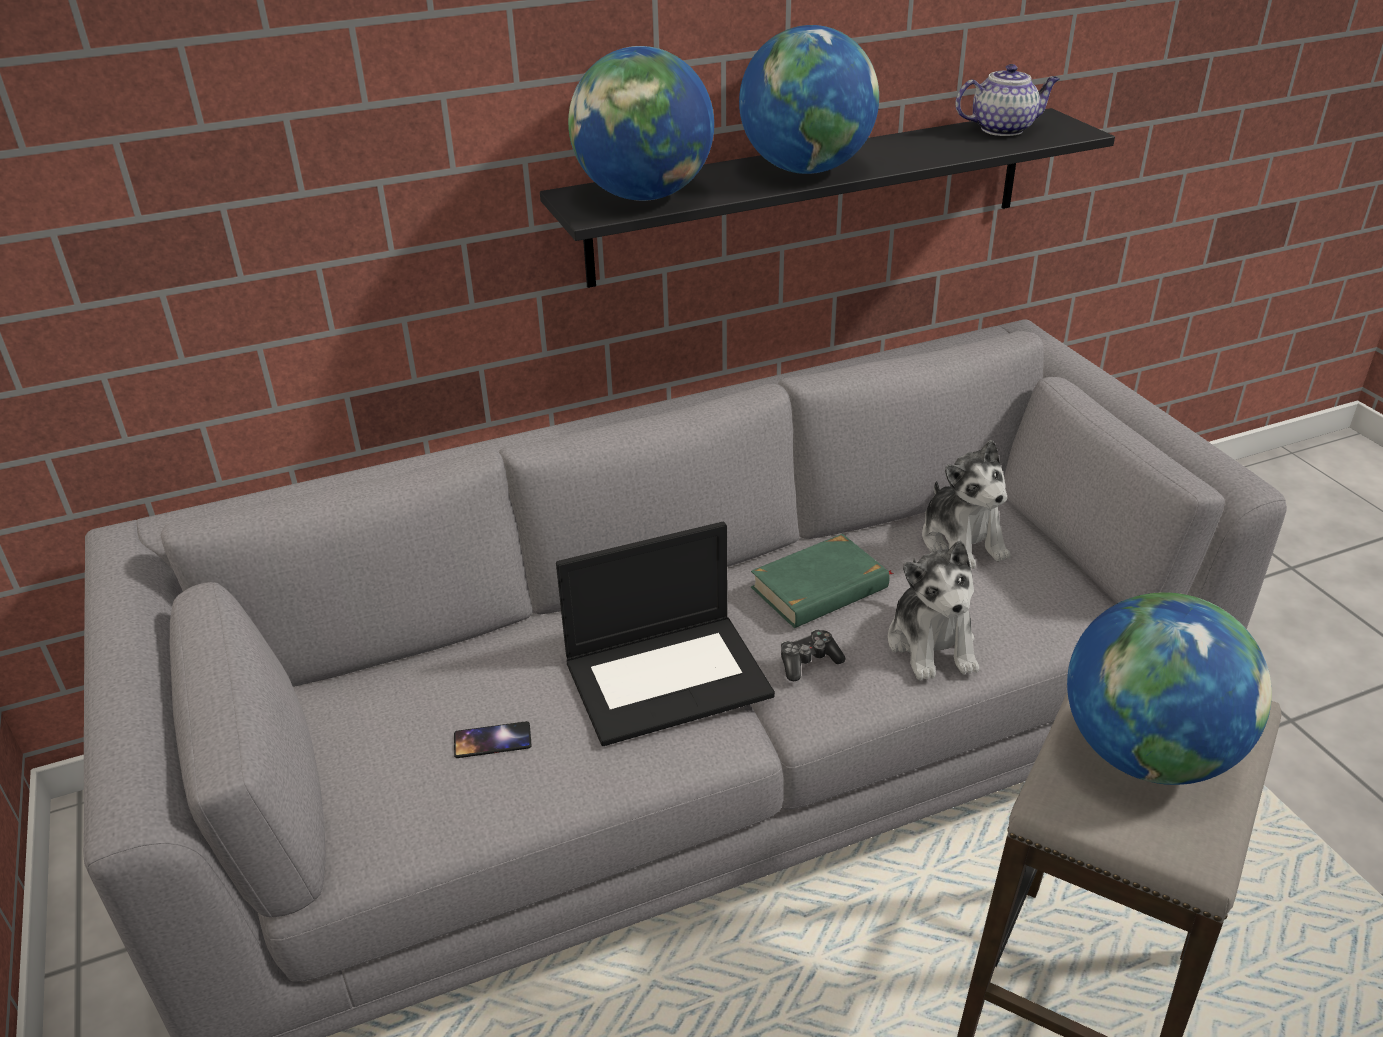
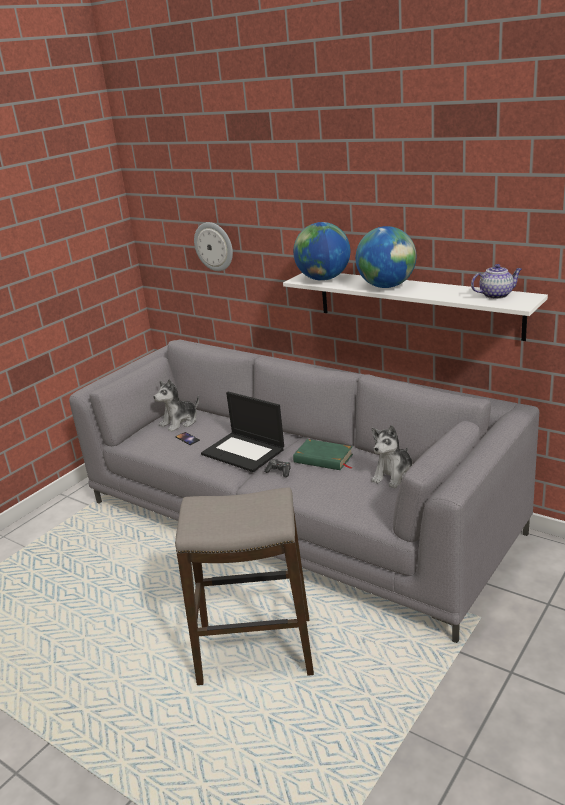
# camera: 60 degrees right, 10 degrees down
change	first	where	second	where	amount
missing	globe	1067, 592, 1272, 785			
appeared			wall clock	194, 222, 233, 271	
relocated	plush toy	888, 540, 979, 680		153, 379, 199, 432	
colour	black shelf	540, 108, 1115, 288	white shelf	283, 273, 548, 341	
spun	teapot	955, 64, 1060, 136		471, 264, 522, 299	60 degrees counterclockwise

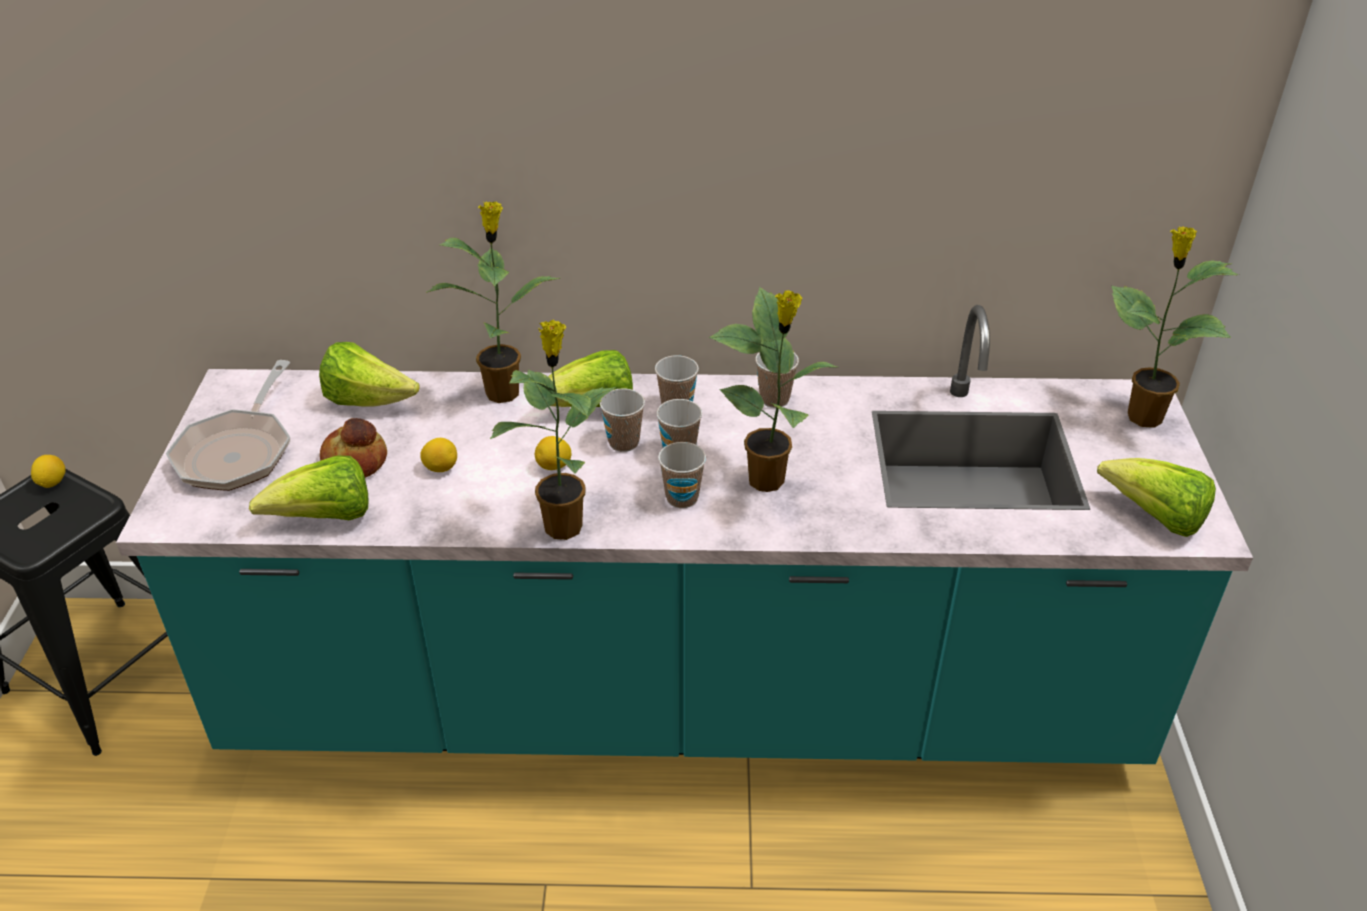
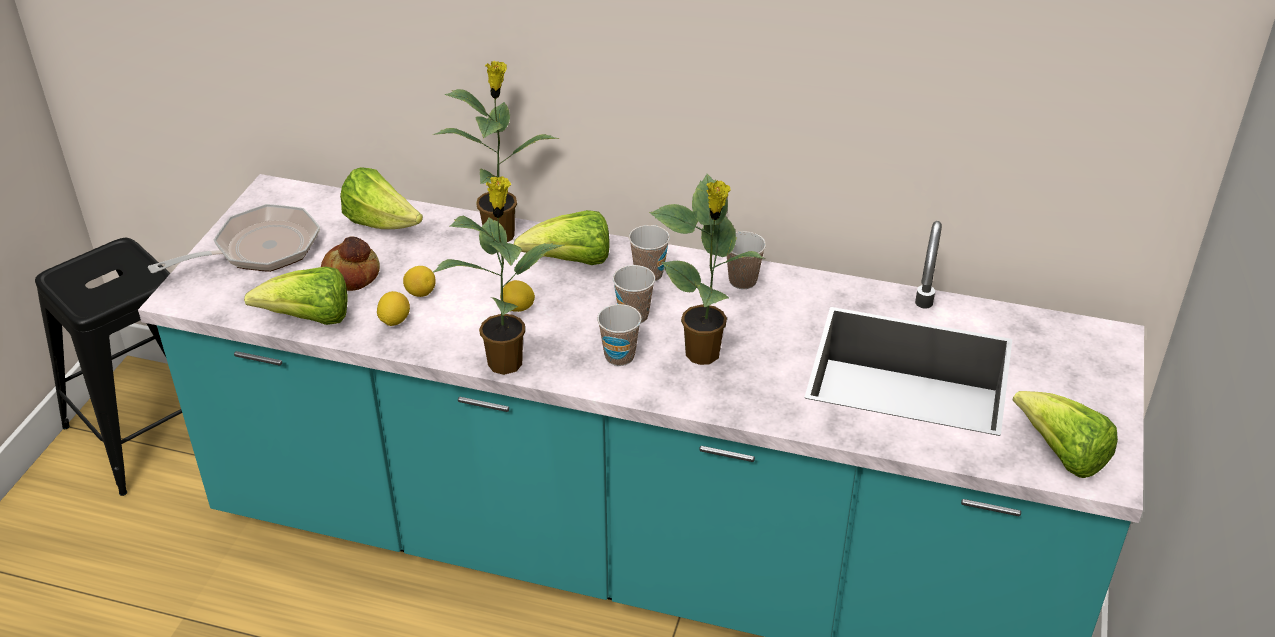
# camera: 15 degrees right, 0 degrees up
change	first	where	second	where	amount
missing	cup	600, 388, 645, 452			
missing	potted plant	1111, 227, 1239, 428			
relocated	lemon	31, 455, 65, 488		377, 291, 410, 326	
spun	frying pan	166, 360, 290, 491		148, 204, 320, 273	150 degrees counterclockwise

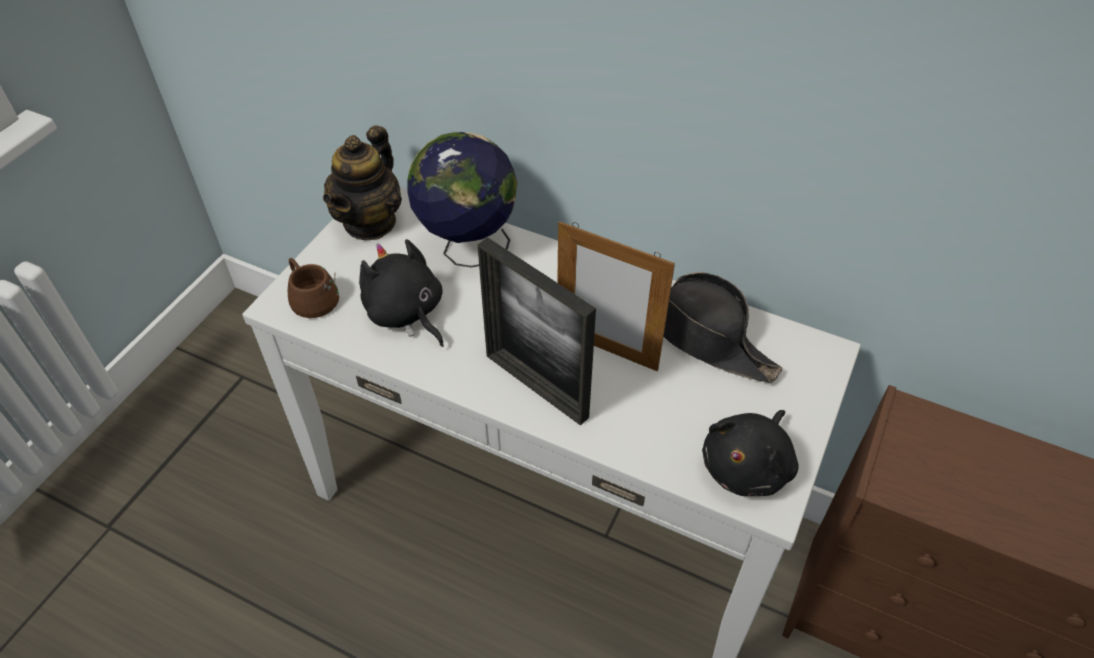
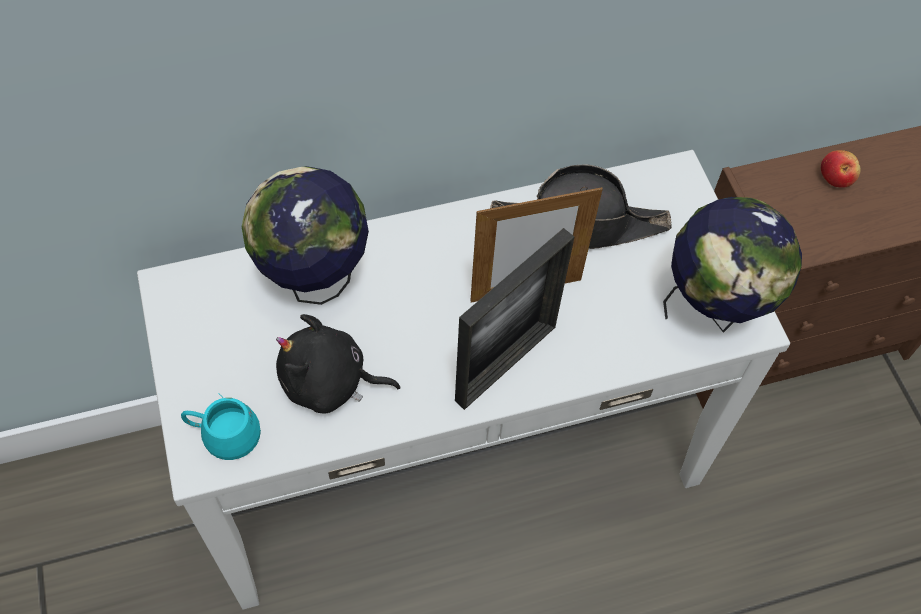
# camera: 45 degrees left, 10 degrees up
change	first	where	second	where	amount
missing	teapot	323, 125, 402, 240			
appeared			apple	821, 150, 861, 188	
exchanged	black plush toy	702, 410, 799, 496	globe	663, 197, 802, 333	
colour	brown mug	288, 258, 339, 318	turquoise mug	181, 393, 261, 460	
spun	picture frame	478, 237, 596, 426		455, 228, 574, 410	45 degrees counterclockwise

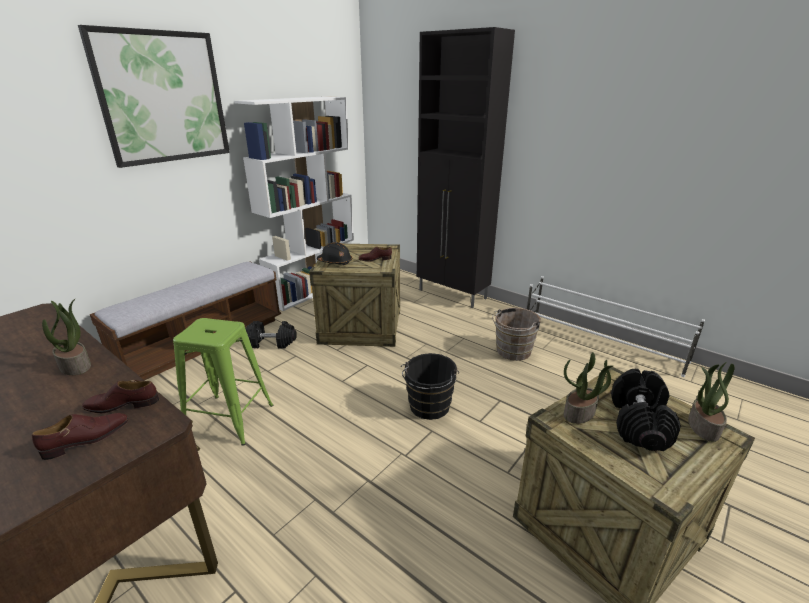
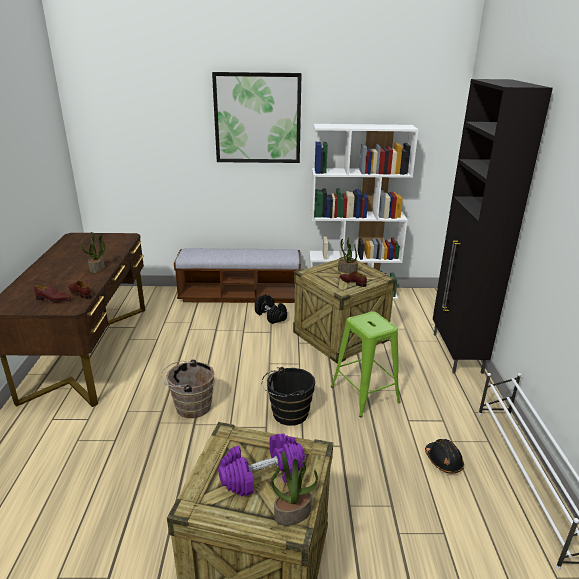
# camera: 50 degrees right, 0 degrees up
change	first	where	second	where	amount
relocated	green stool	173, 318, 273, 446		331, 311, 401, 417	
relocated	black hard hat	317, 242, 352, 265		425, 439, 464, 474	
relocated	brown bucket	492, 308, 541, 361		161, 359, 215, 418	
relocated	potted plant	564, 352, 613, 424		338, 237, 358, 273	
colour	black dumbbell	611, 369, 681, 451	purple dumbbell	218, 433, 305, 497	

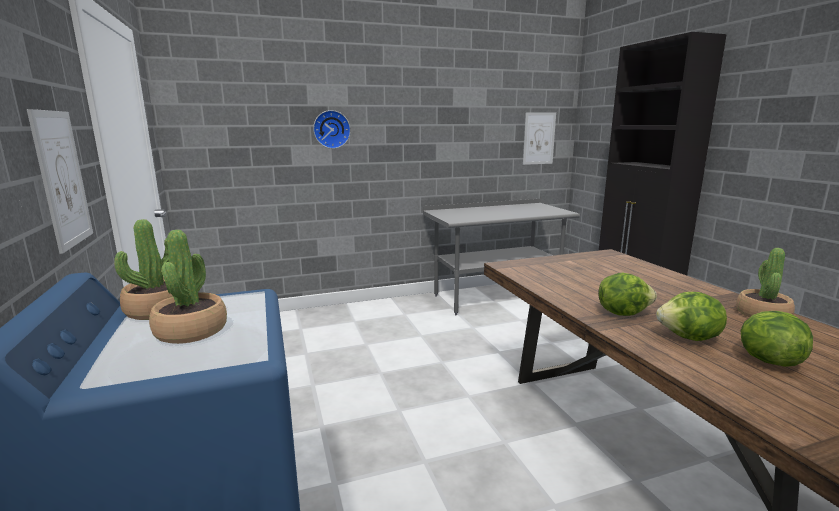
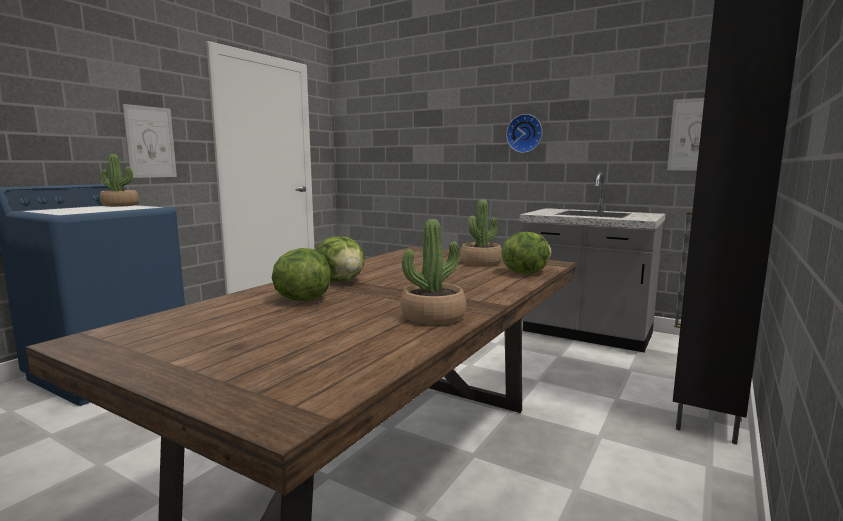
# camera: 50 degrees right, 5 degrees down
change	first	where	second	where	amount
relocated	potted plant	149, 230, 227, 344		460, 199, 502, 266	
relocated	wall clock	313, 110, 351, 149		506, 114, 543, 153	
relocated	lettuce	741, 311, 813, 367		501, 232, 551, 274	
exchanged	grey desk	423, 199, 580, 315	grey counter	520, 172, 666, 352	

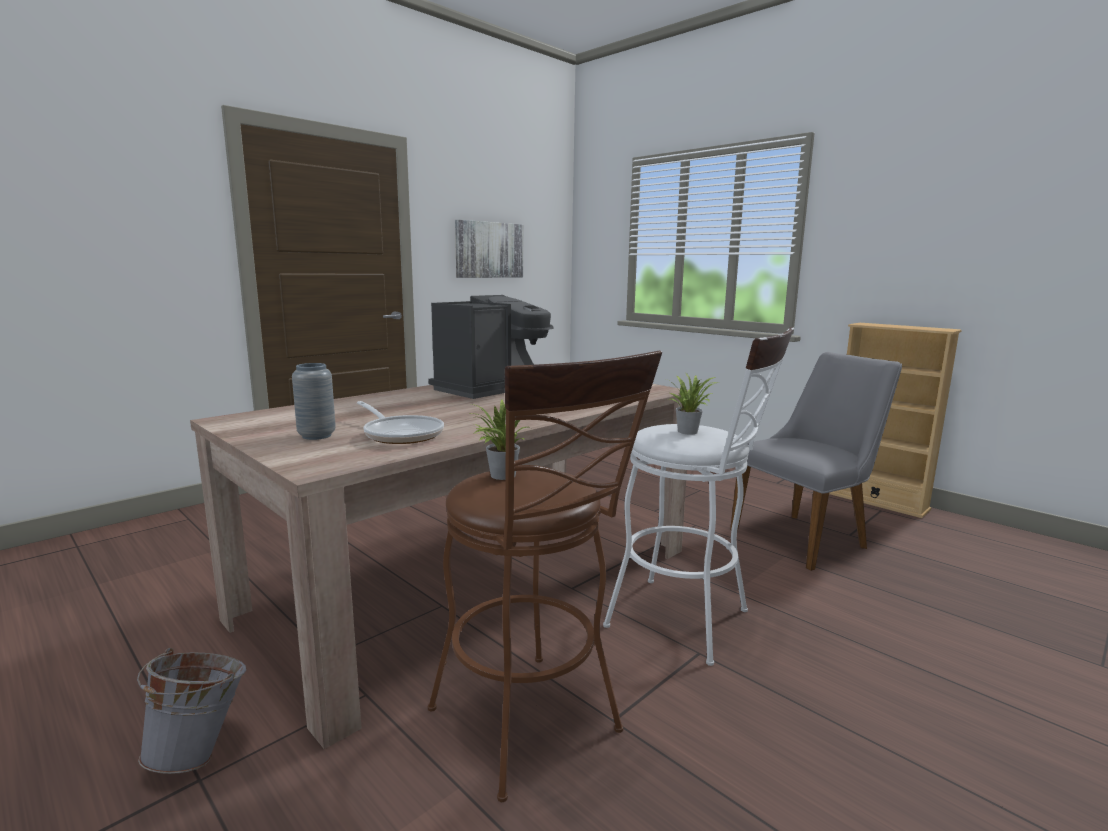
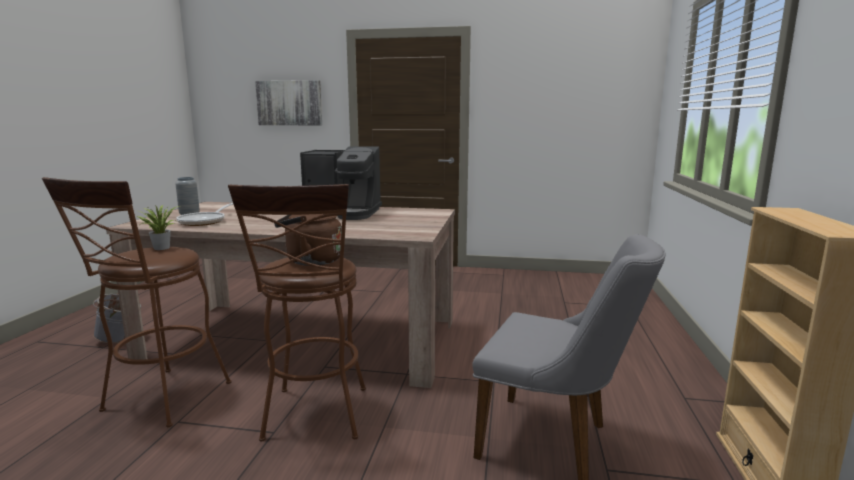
# camera: 55 degrees right, 0 degrees up
change	first	where	second	where	amount
relocated	picture	455, 220, 523, 278		255, 80, 322, 125	
exchanged	potted plant	666, 374, 719, 435	brown kettle	274, 213, 342, 266	
colour	white stool	603, 327, 794, 666	brown stool	228, 184, 366, 442	

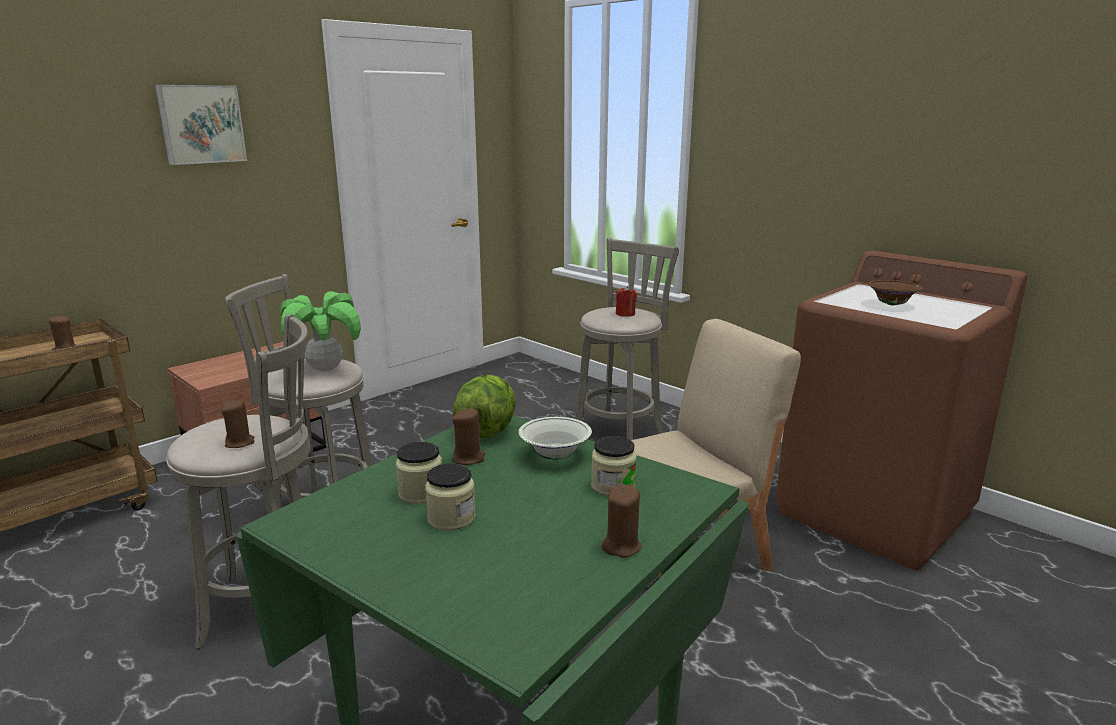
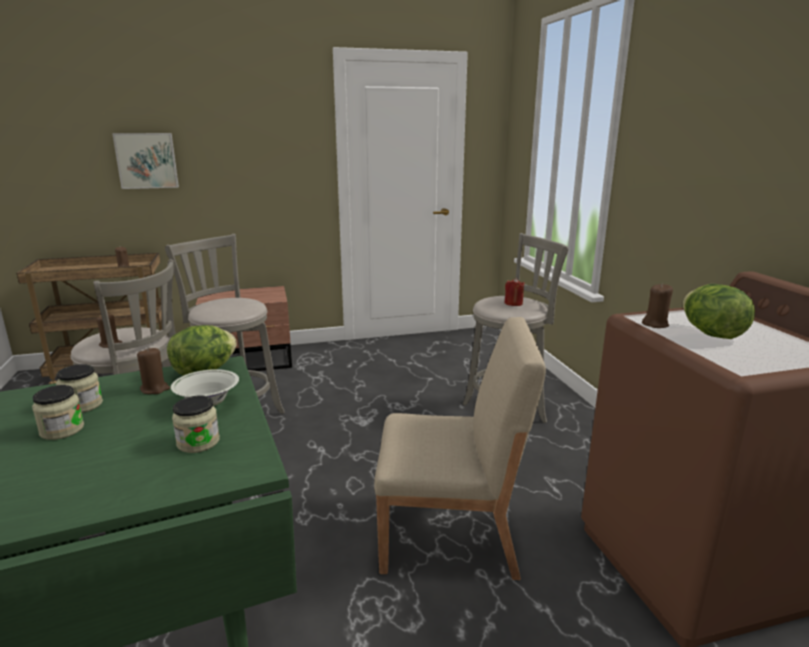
# camera: 30 degrees right, 0 degrees up
change	first	where	second	where	amount
missing	potted plant	280, 291, 361, 371			
relocated	picture	155, 85, 247, 165		112, 133, 179, 189	
relocated	brown candle	601, 484, 642, 558		642, 283, 673, 328	
exchanged	brown bowl	867, 280, 923, 306	lettuce	683, 284, 755, 339	

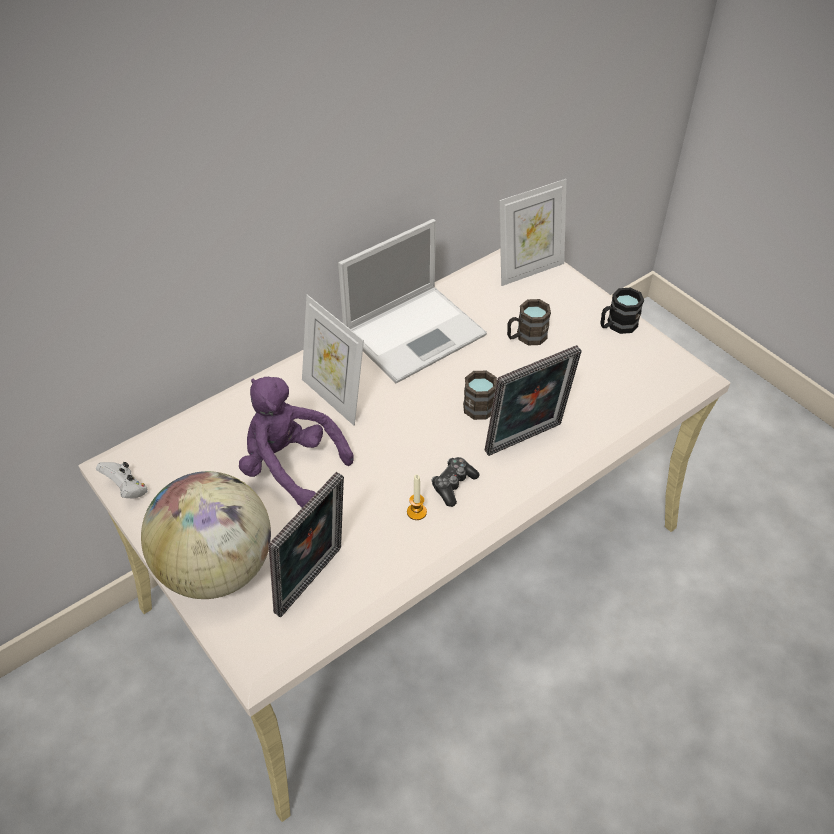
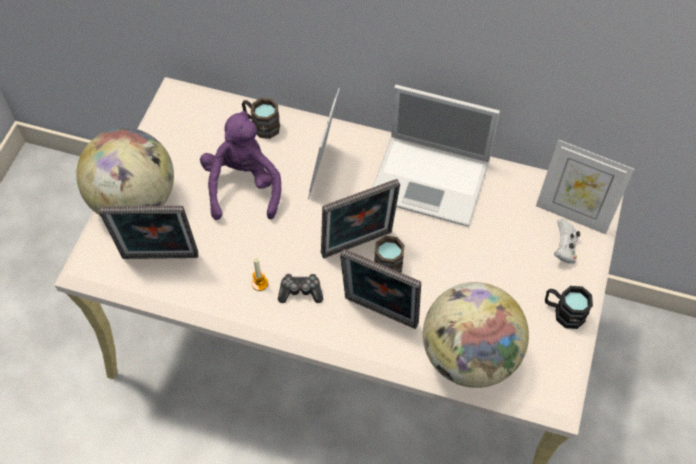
# camera: 55 degrees right, 10 degrees up
change	first	where	second	where	amount
appeared			picture frame	321, 179, 400, 258	
appeared			globe	423, 282, 529, 388	
relocated	white game controller	96, 462, 148, 499		554, 219, 580, 264	
relocated	brown mug	507, 299, 551, 346		242, 98, 280, 139	

